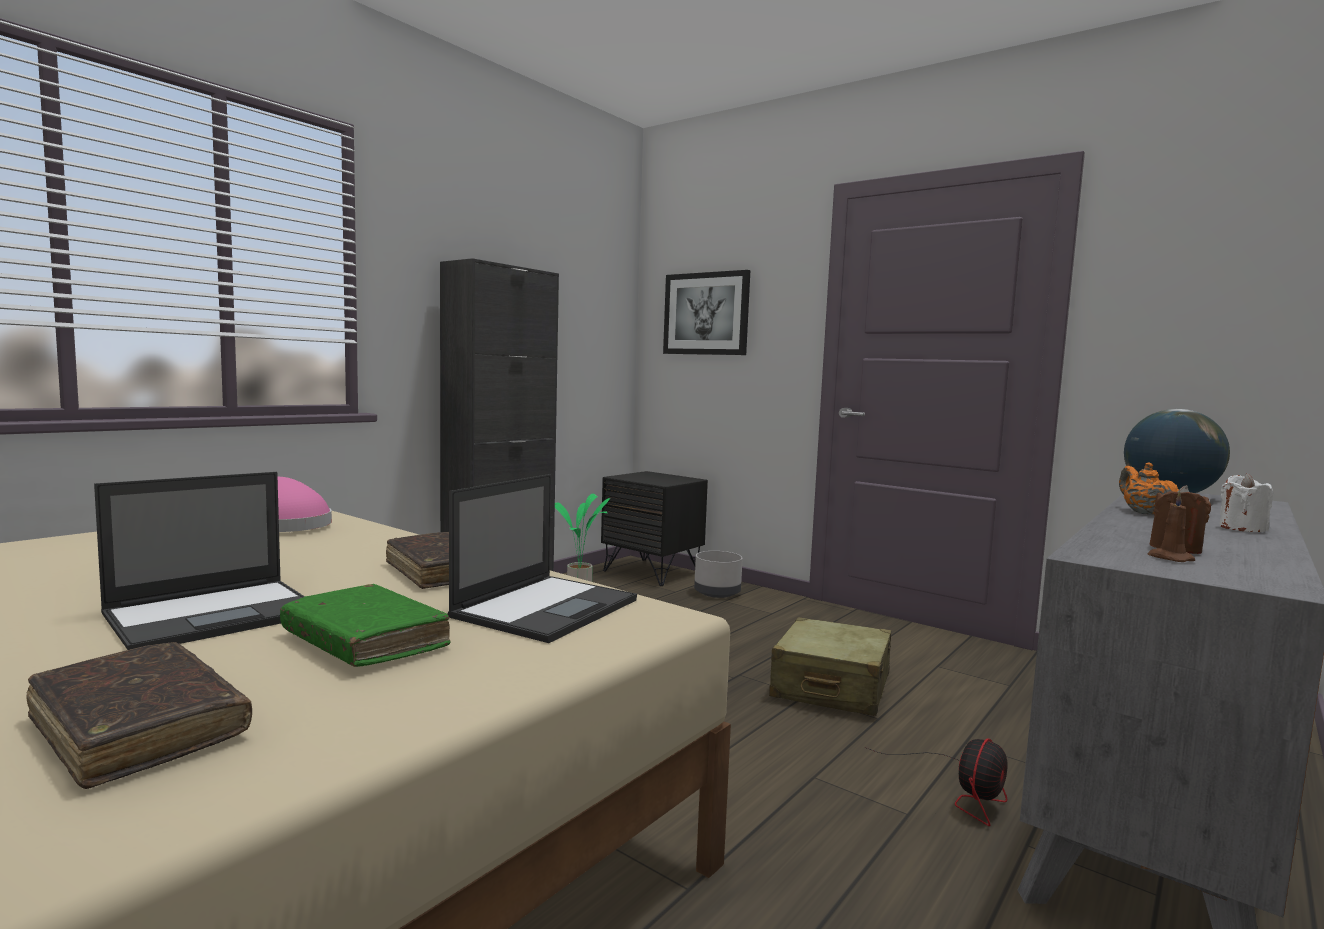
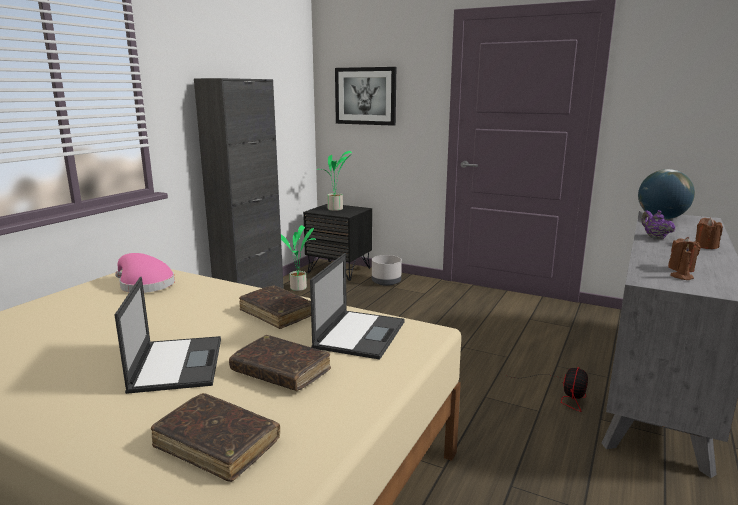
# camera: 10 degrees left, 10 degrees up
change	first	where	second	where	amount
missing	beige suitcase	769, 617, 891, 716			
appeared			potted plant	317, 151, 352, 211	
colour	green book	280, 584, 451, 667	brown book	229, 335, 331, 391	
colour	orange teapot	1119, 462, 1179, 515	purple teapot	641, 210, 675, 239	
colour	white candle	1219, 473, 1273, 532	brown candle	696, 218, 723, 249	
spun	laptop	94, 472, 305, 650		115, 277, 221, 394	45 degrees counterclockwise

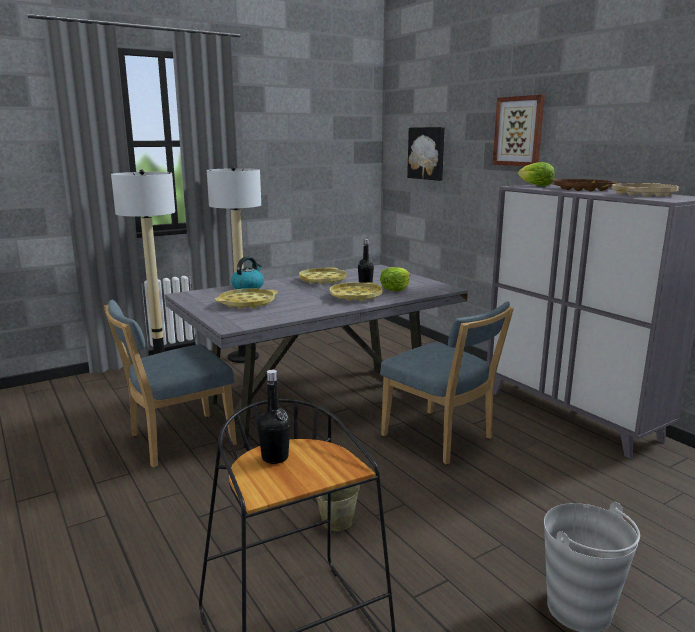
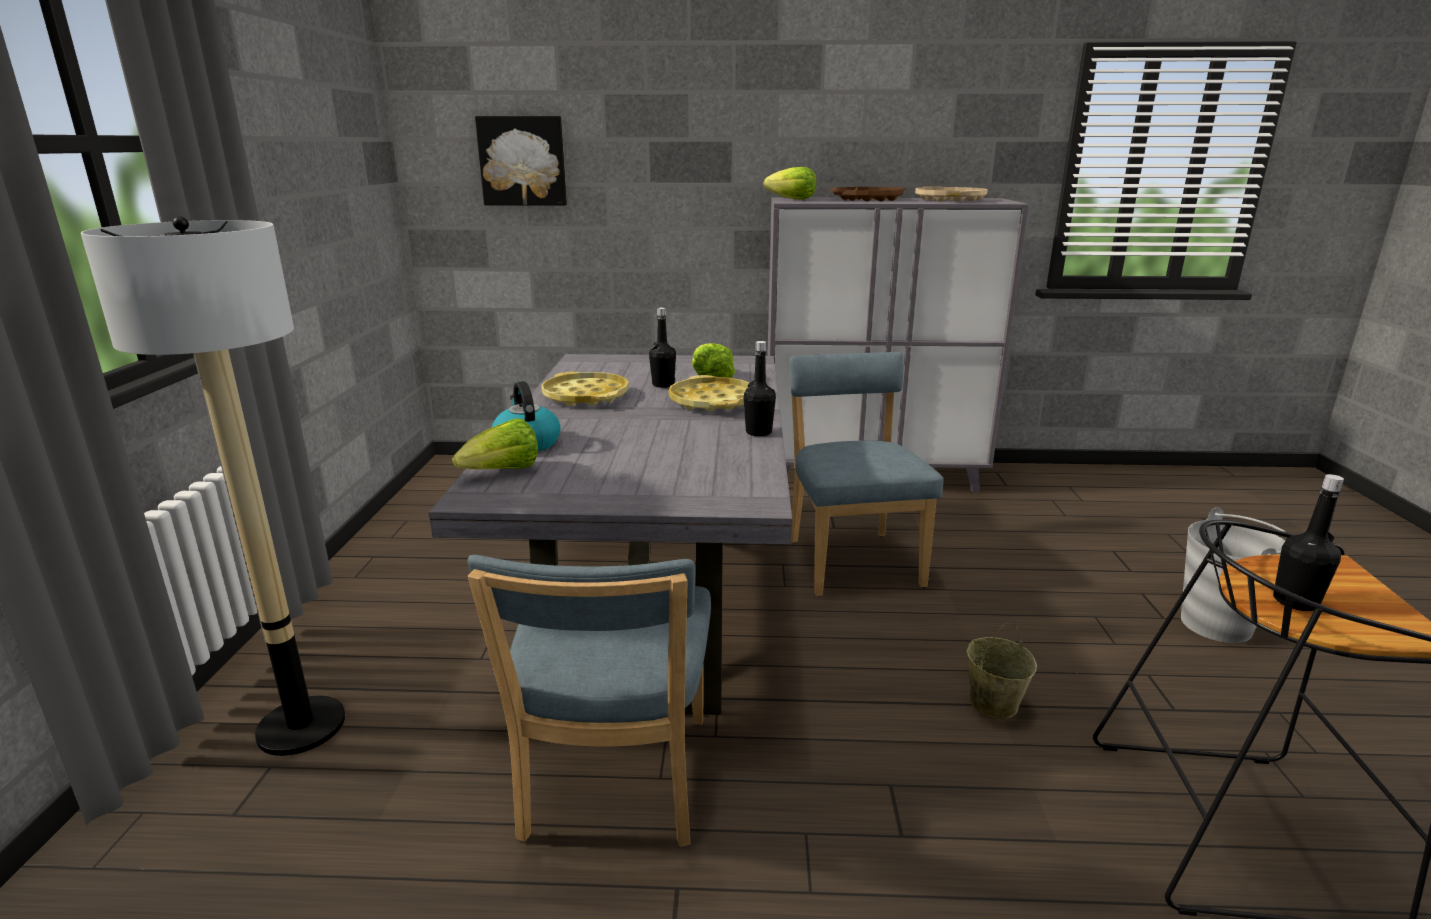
# camera: 55 degrees left, 5 degrees up
change	first	where	second	where	amount
missing	floor lamp	207, 166, 261, 363			
missing	yellow tray	215, 288, 278, 309			
missing	picture	493, 95, 545, 166			
appeared			lettuce	452, 419, 538, 469	
appeared			black bottle	743, 341, 776, 436	
spun	blue chair	380, 302, 514, 464		789, 352, 944, 596	90 degrees counterclockwise

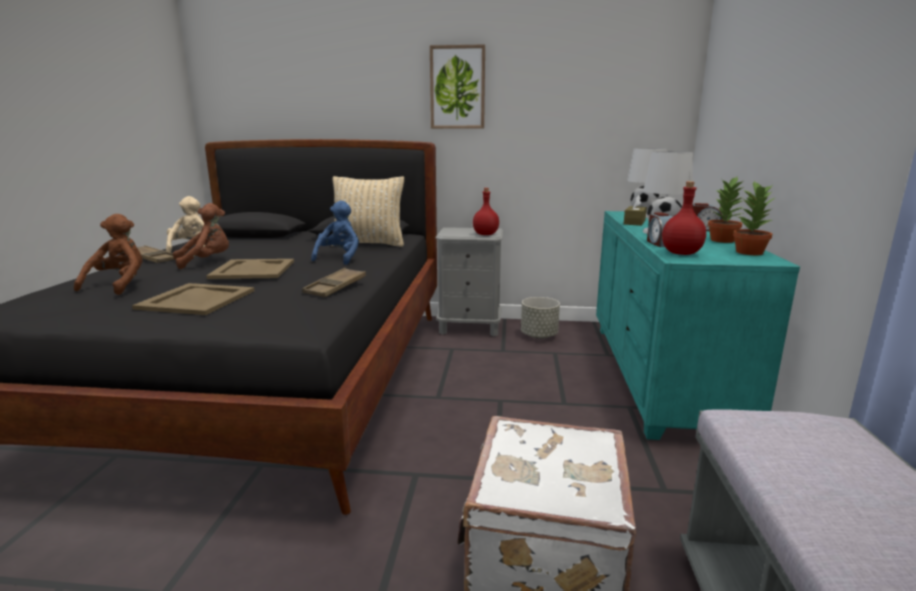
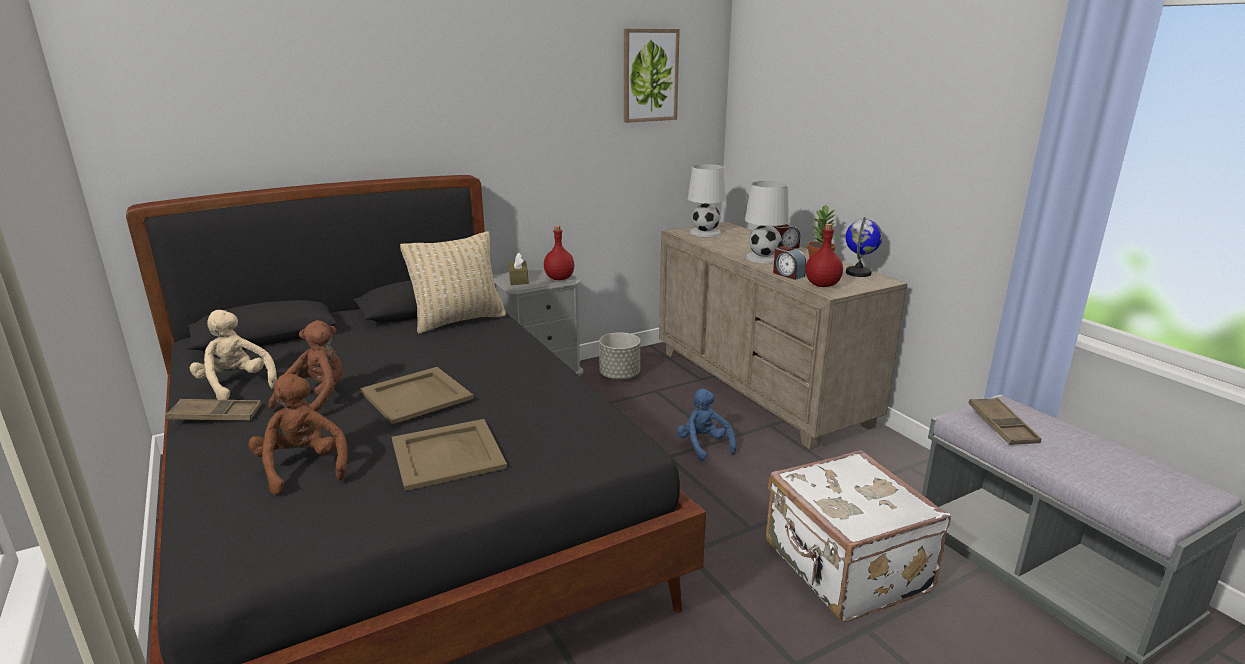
# camera: 35 degrees left, 5 degrees up
change	first	where	second	where	amount
relocated	brown tray	302, 268, 366, 297		969, 398, 1041, 445	
relocated	blue plush toy	311, 201, 359, 265		677, 389, 736, 461	
relocated	picture	430, 44, 485, 129		624, 29, 680, 123	
relocated	brown tissue box	624, 195, 647, 226		509, 252, 529, 285	
exchanged	potted plant	733, 181, 776, 255	globe	845, 217, 882, 277	
colour	turquoise dresser	596, 211, 800, 440	beige dresser	659, 222, 908, 449	

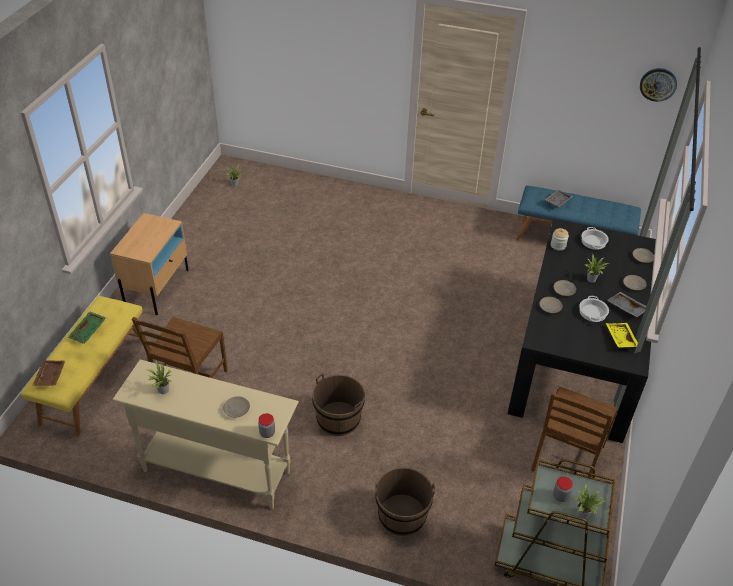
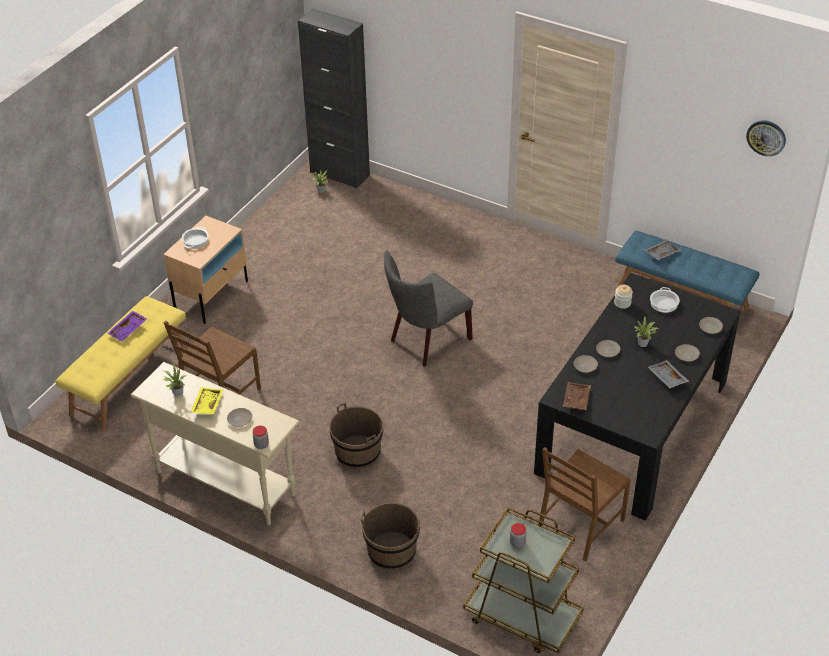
# camera: 15 degrees right, 0 degrees up
change	first	where	second	where	amount
missing	potted plant	574, 484, 607, 519			
appeared			black cabinet	298, 8, 370, 189	
appeared			grey chair	384, 250, 473, 367	
relocated	brown tray	32, 360, 65, 386		563, 382, 591, 410	
relocated	cooking pot	579, 296, 609, 322		182, 226, 209, 249	
relocated	yellow tray	606, 323, 638, 348		190, 387, 223, 415	
colour	green tray	68, 311, 106, 344	purple tray	108, 311, 147, 342	

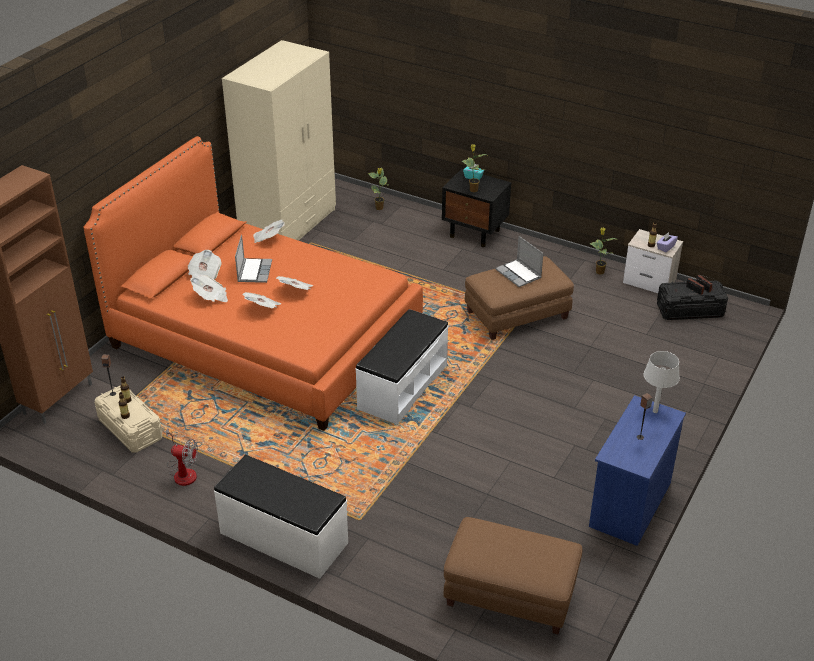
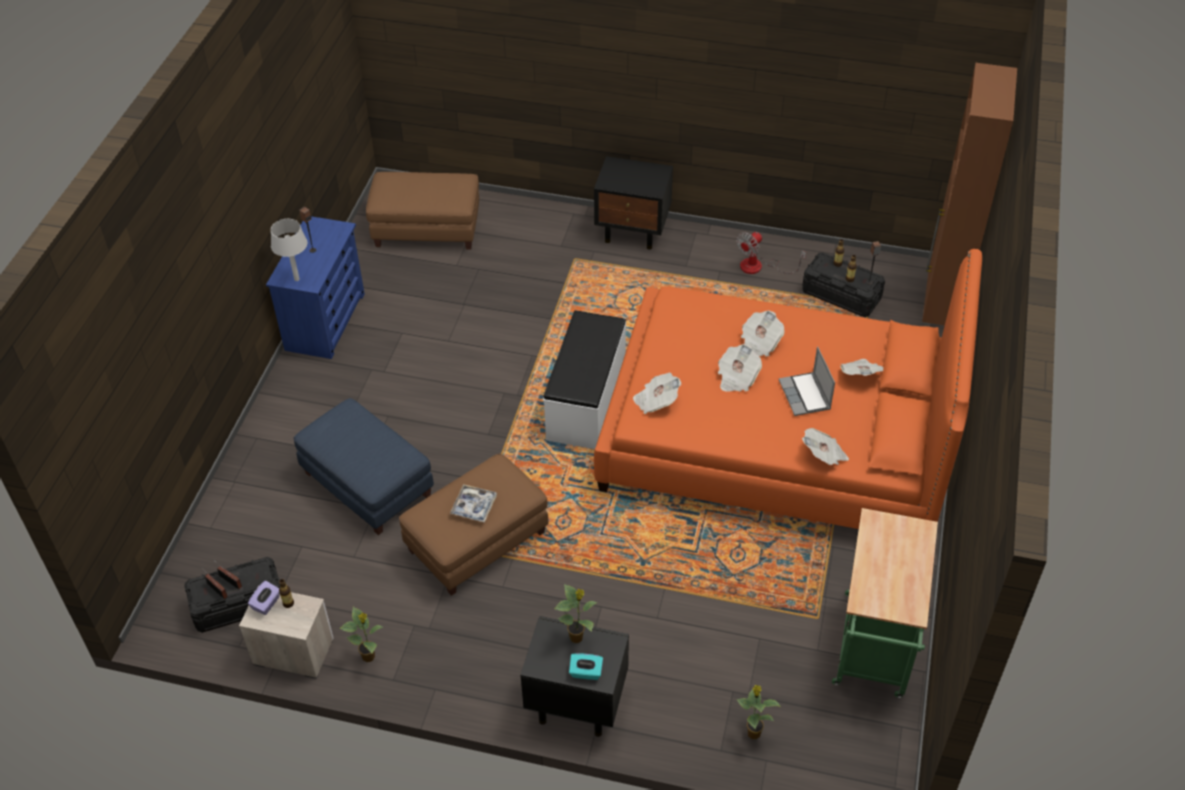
# camera: 165 degrees right, 10 degrees up
change	first	where	second	where	amount
appeared			blue ottoman	293, 398, 434, 535	
relocated	newspaper	190, 275, 228, 302		633, 373, 681, 414	
exchanged	white bench	214, 455, 348, 579	black nightstand	594, 156, 673, 250	
exchanged	beige wardrobe	222, 40, 336, 241	green cart	832, 508, 938, 698	
exchanged	laptop	495, 236, 543, 287	tray	450, 484, 497, 523	
colour	beige storage box	95, 386, 162, 453	black storage box	802, 253, 885, 317	
spun	fan	166, 428, 198, 486		737, 232, 806, 274	45 degrees counterclockwise

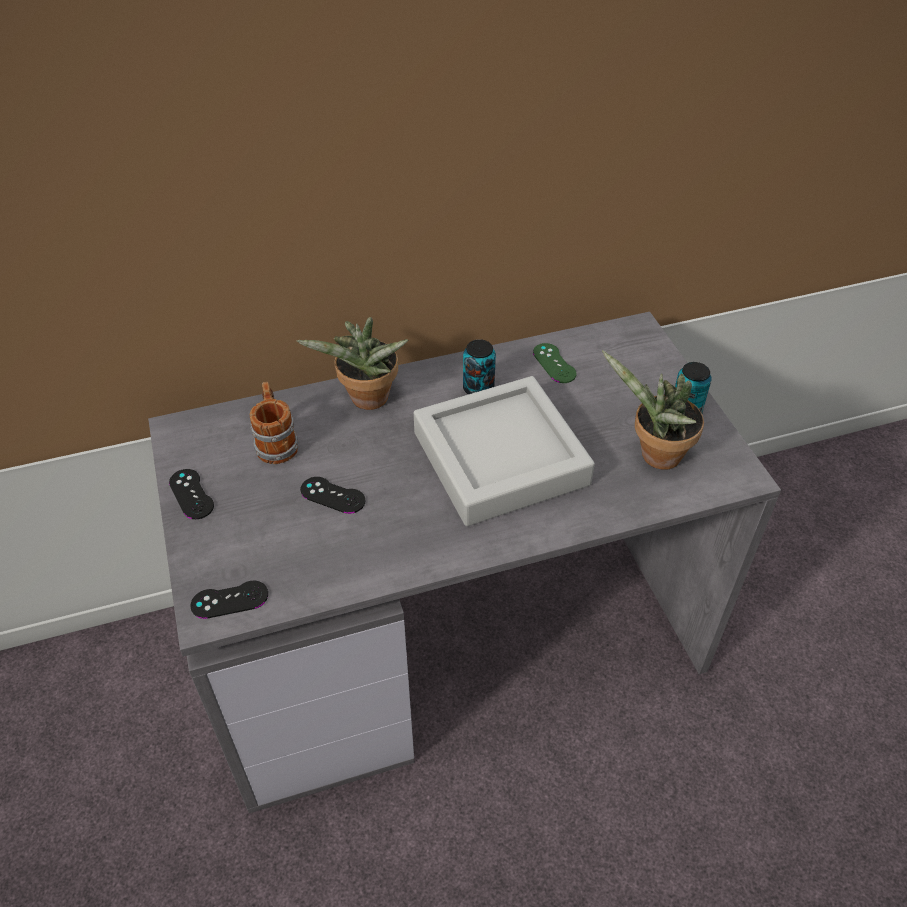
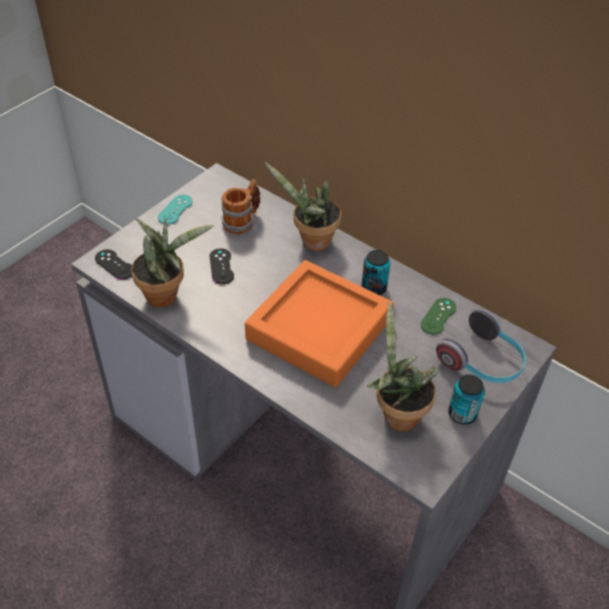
# camera: 55 degrees right, 0 degrees up
change	first	where	second	where	amount
appeared			potted plant	131, 218, 214, 307	
appeared			headphones	436, 309, 526, 383	
colour	black game controller	169, 469, 214, 519	turquoise game controller	158, 195, 193, 224	
colour	grey tray	414, 376, 595, 526	orange tray	245, 260, 393, 387	

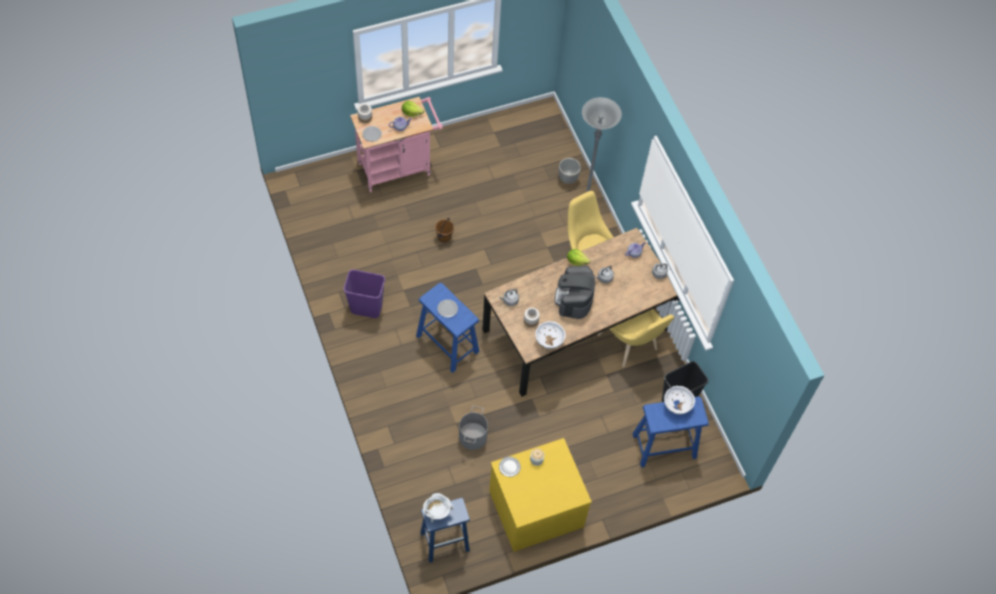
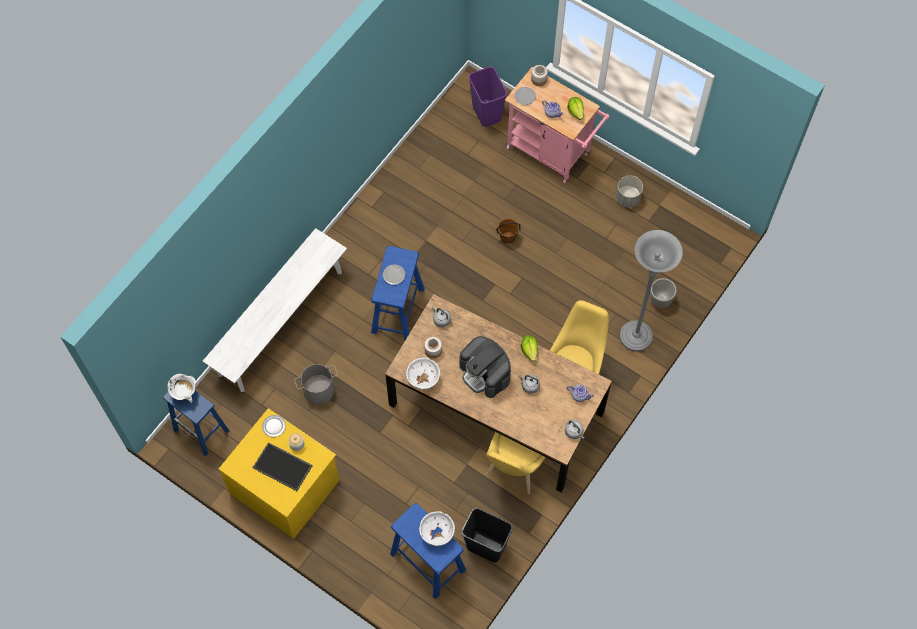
# camera: 60 degrees right, 5 degrees up
change	first	where	second	where	amount
appeared			white bench	203, 228, 347, 392	
appeared			tray	252, 442, 313, 491	
appeared			grey planter	616, 175, 643, 207	
relocated	purple trash can	344, 269, 385, 318		468, 67, 507, 127	
spun	coffee machine	554, 266, 595, 319		460, 336, 511, 398	105 degrees counterclockwise

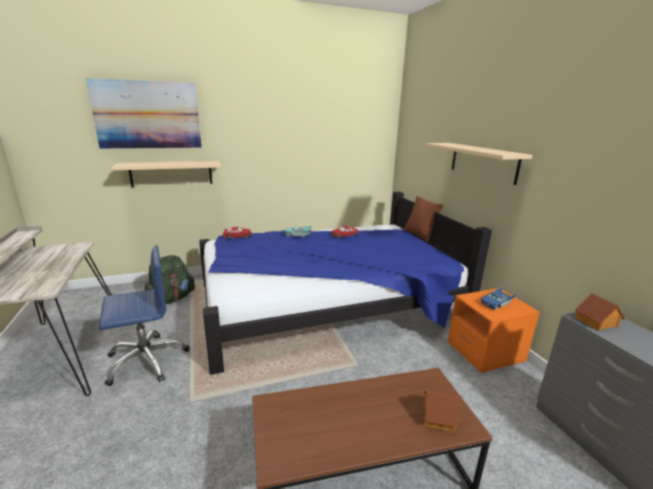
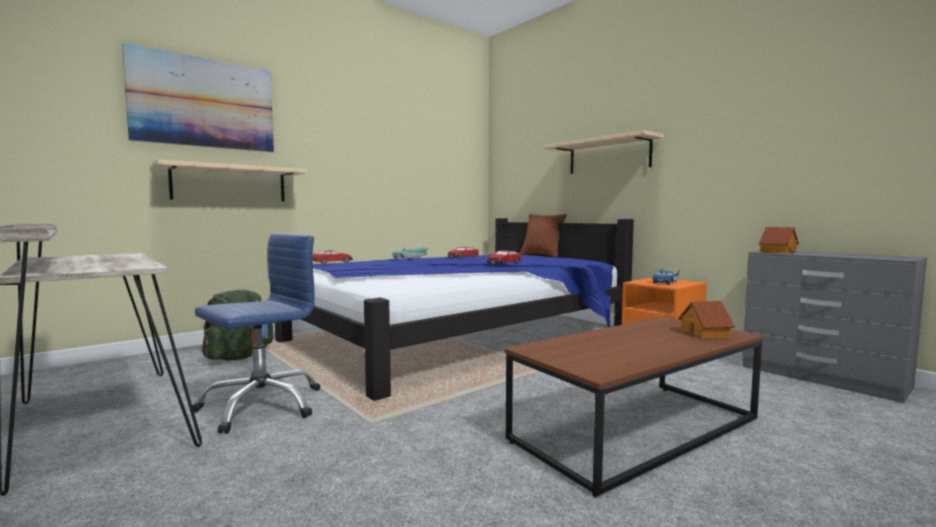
# camera: 20 degrees left, 15 degrees down
change	first	where	second	where	amount
appeared			toy car	487, 250, 522, 265	

